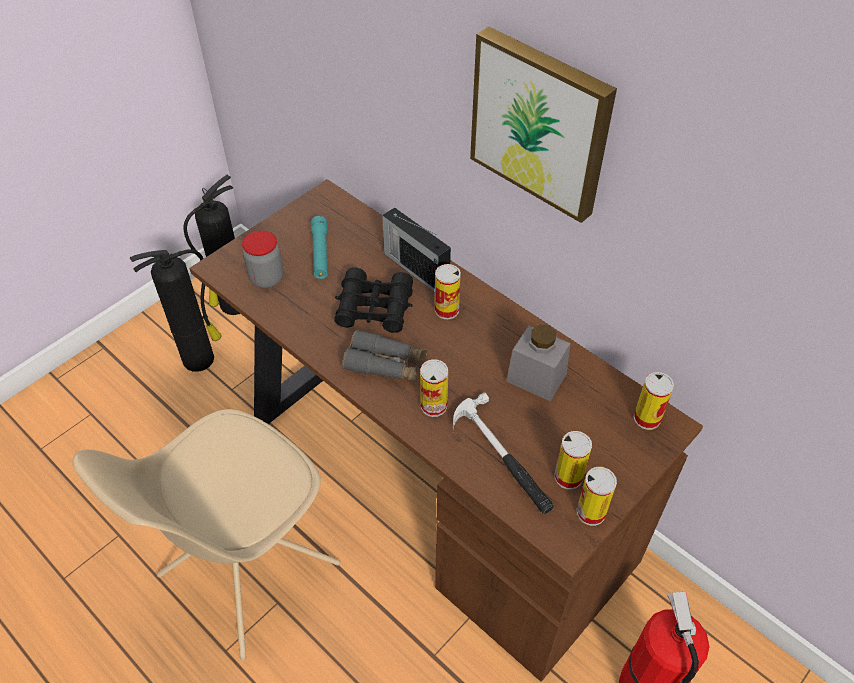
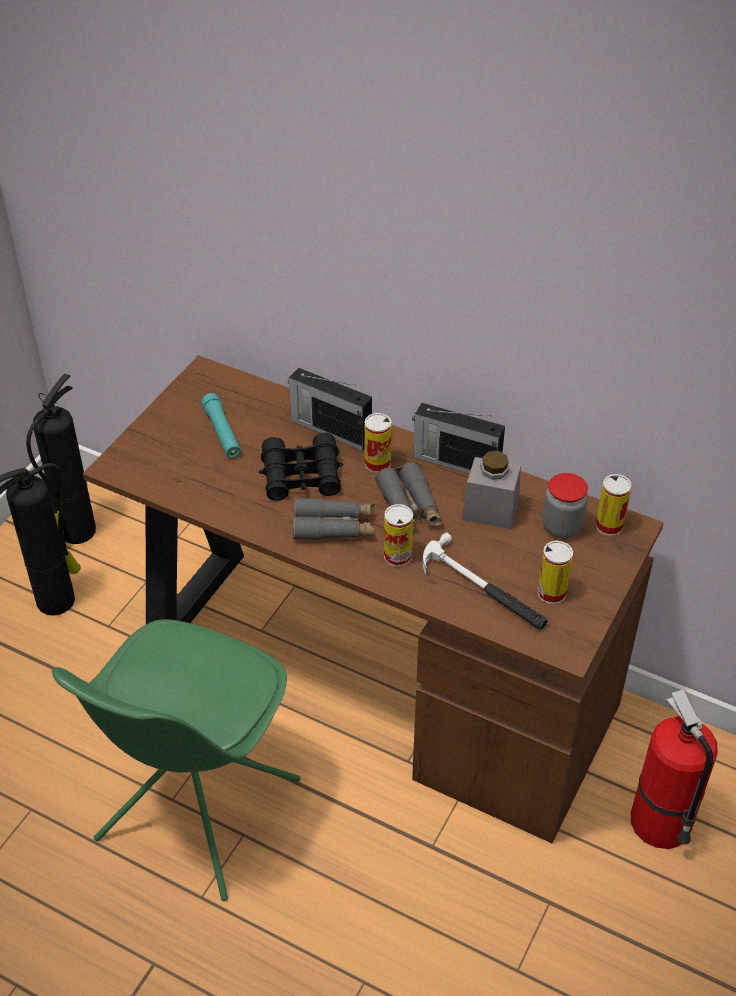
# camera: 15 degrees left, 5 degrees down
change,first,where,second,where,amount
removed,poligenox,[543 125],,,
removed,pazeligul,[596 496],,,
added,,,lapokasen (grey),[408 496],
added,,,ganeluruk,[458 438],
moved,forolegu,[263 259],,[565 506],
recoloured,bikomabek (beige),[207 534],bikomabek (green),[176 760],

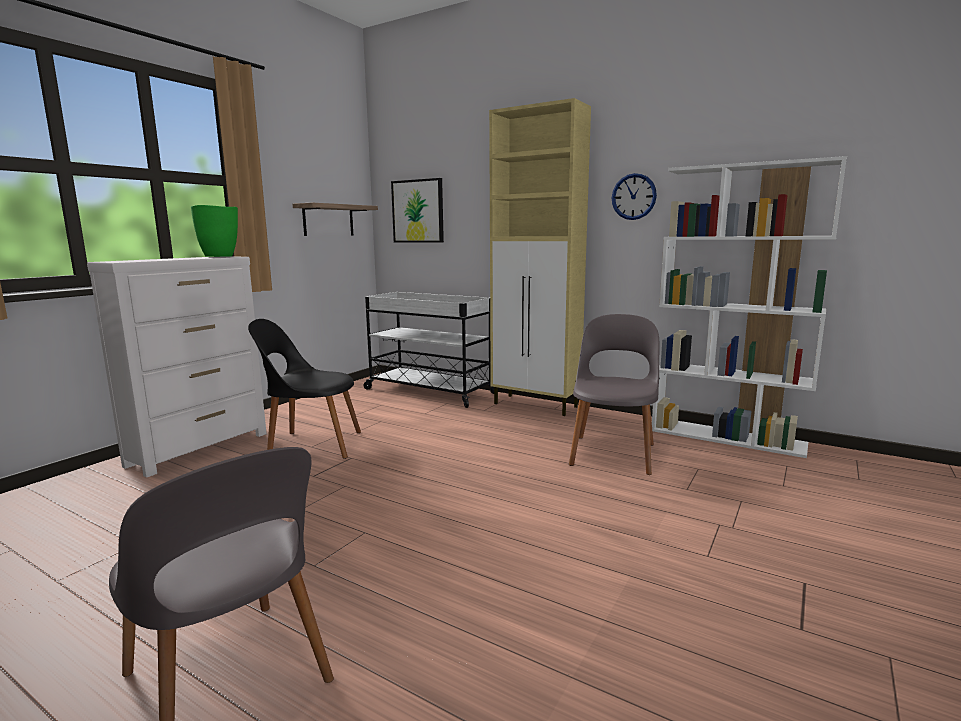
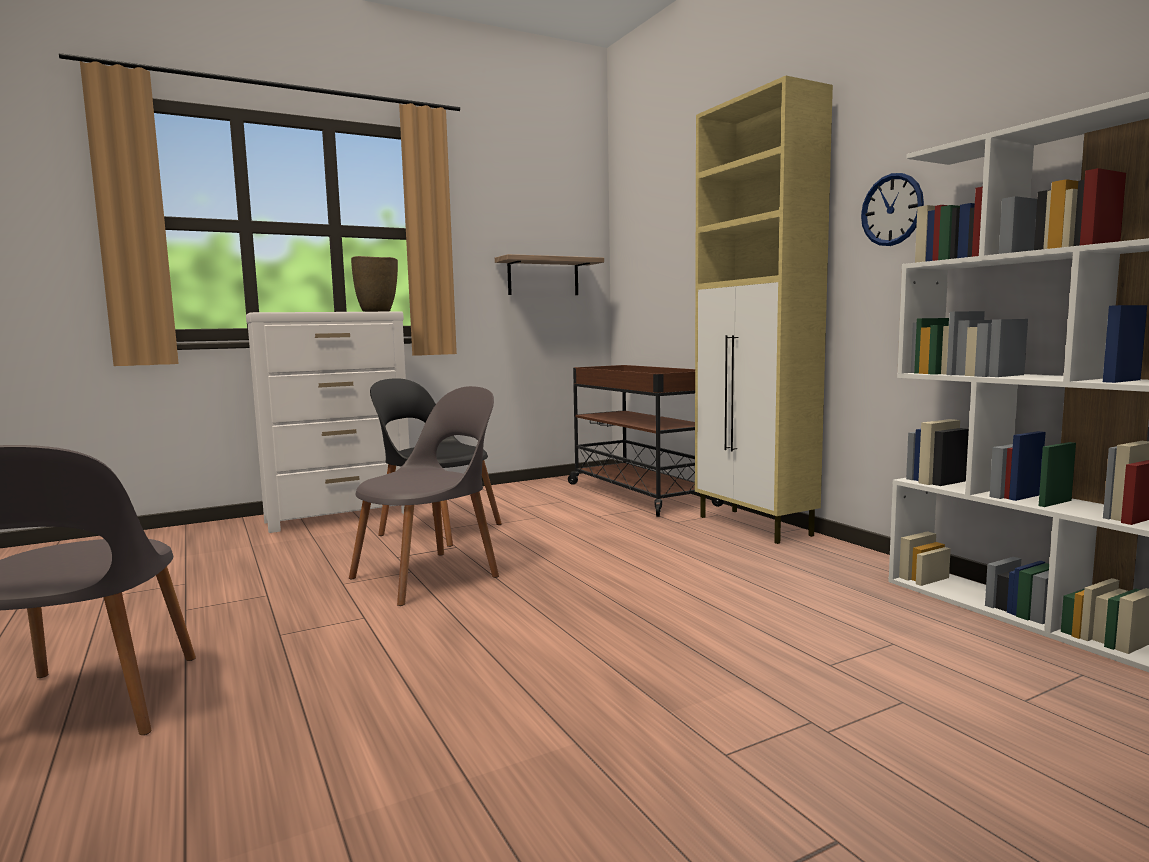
# camera: 30 degrees right, 5 degrees down
change,first,where,second,where,amount
removed,poligenox,[417 210],,,
moved,bikomabek (grey),[614 394],,[424 496],
recoloured,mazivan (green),[214 231],mazivan (brown),[374 284],
recoloured,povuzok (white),[431 350],povuzok (brown),[646 441],

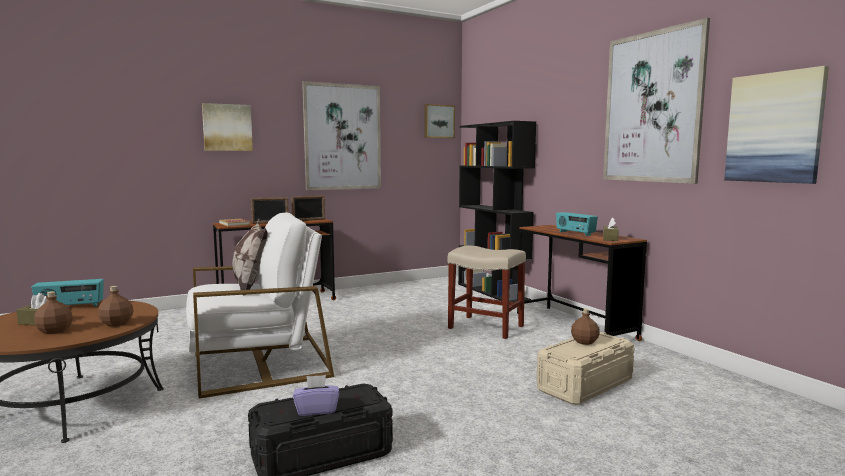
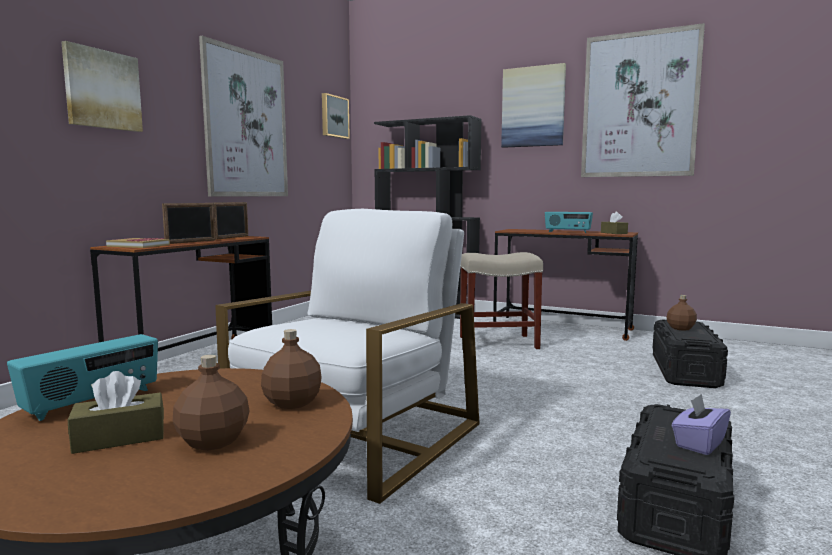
# camera: 35 degrees left, 0 degrees up
change,first,where,second,where,amount
removed,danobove,[250 257],,,
moved,poligenox,[776 125],,[533 105],
recoloured,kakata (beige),[586 368],kakata (black),[690 354],

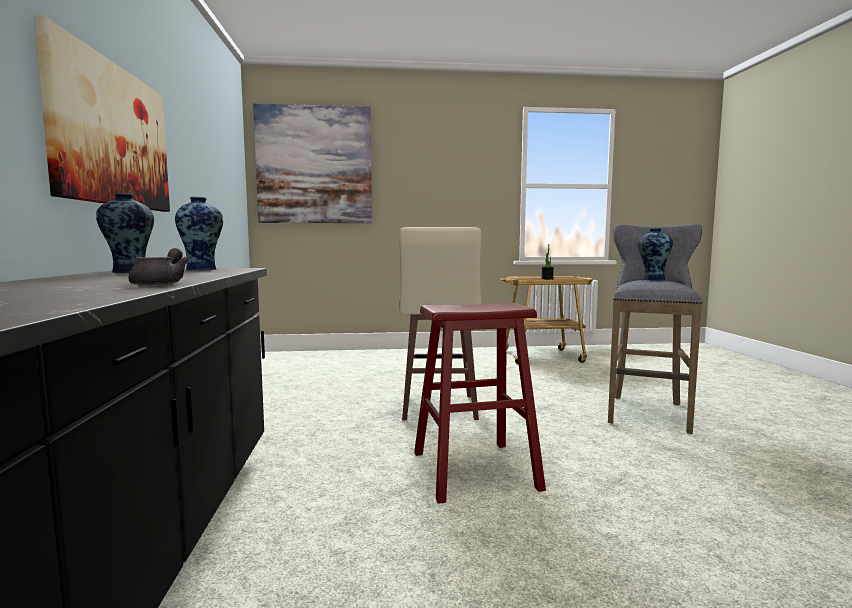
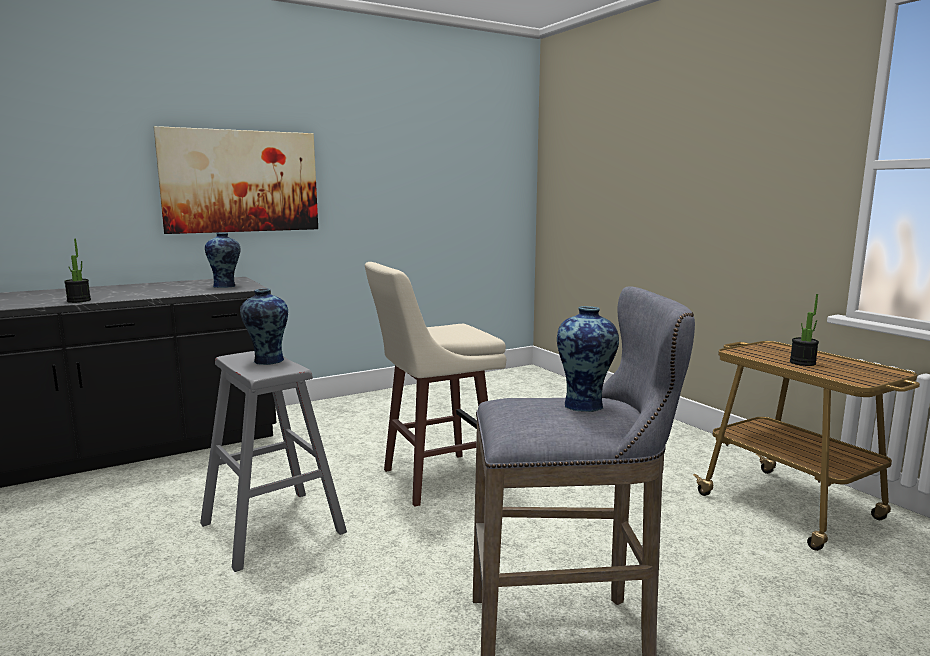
# camera: 65 degrees right, 5 degrees up
change,first,where,second,where,amount
removed,poligenox,[312 163],,,
moved,mazivan,[125 233],,[264 326],
replaced,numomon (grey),[159 267],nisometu,[77 271],
recoloured,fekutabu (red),[480 403],fekutabu (grey),[273 461],

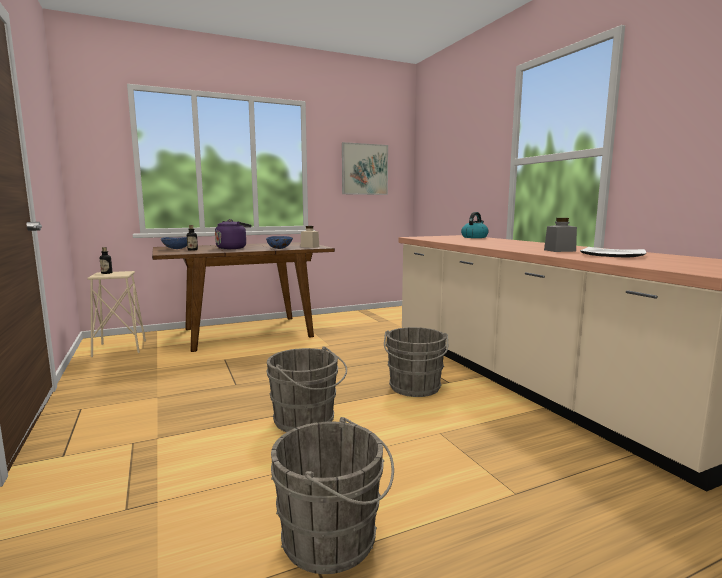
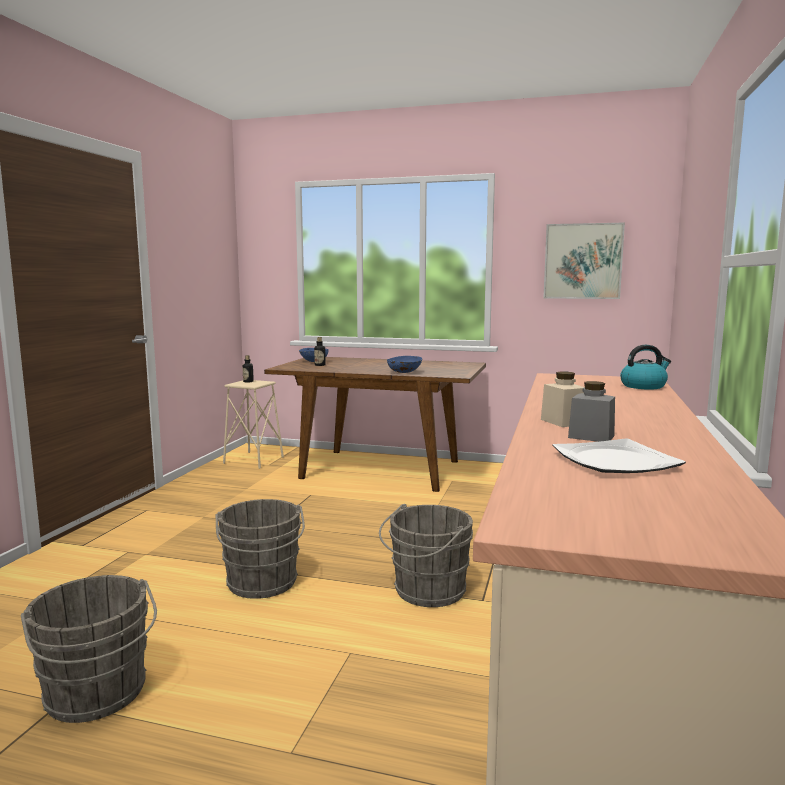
# camera: 40 degrees right, 0 degrees up
change,first,where,second,where,amount
removed,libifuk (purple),[233 234],,,
moved,forolegu (beige),[310 237],,[563 399],

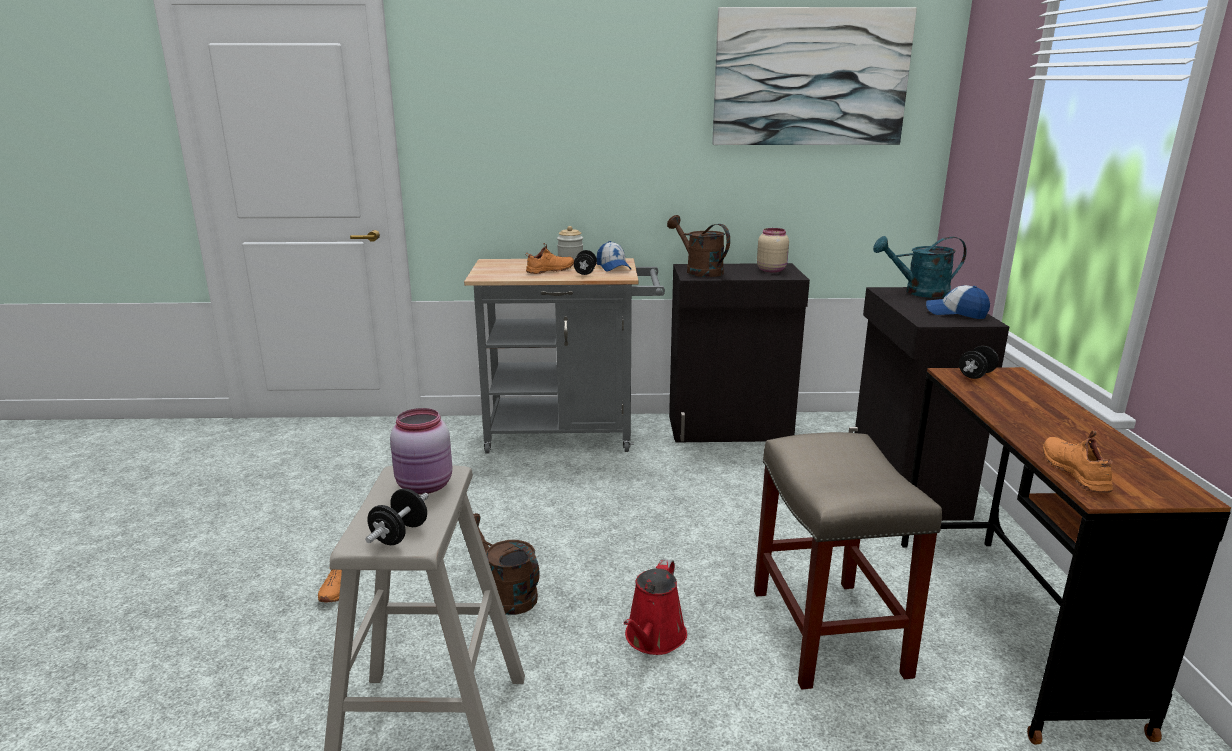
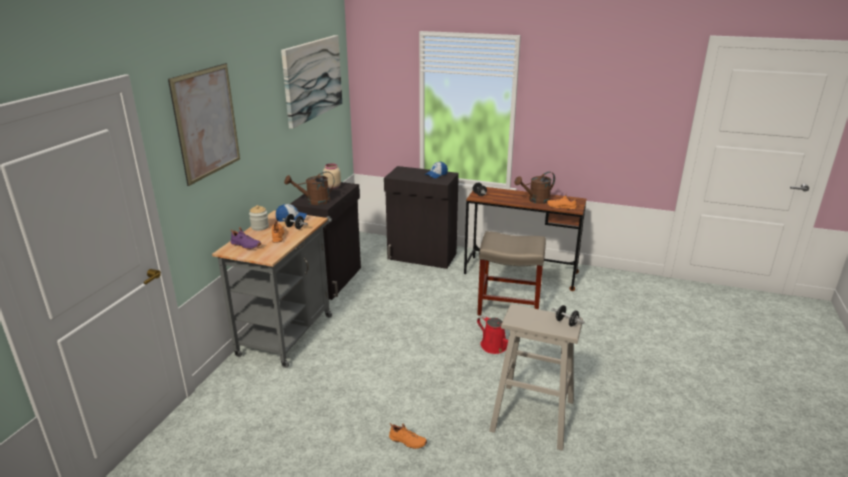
# camera: 70 degrees left, 5 degrees up
change,first,where,second,where,amount
removed,forolegu (pink),[421 451],,,
removed,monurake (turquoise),[920 267],,,
added,,,poligenox,[204 124],
added,,,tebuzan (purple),[246 238],
moved,monurake (brown),[506 564],,[534 188],

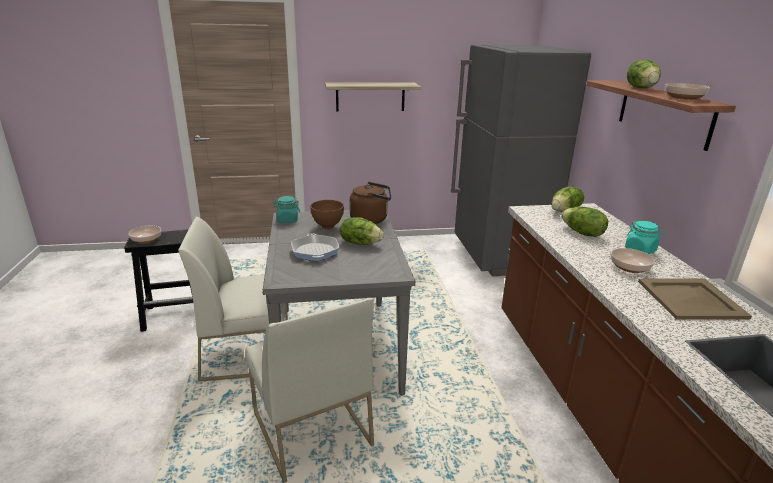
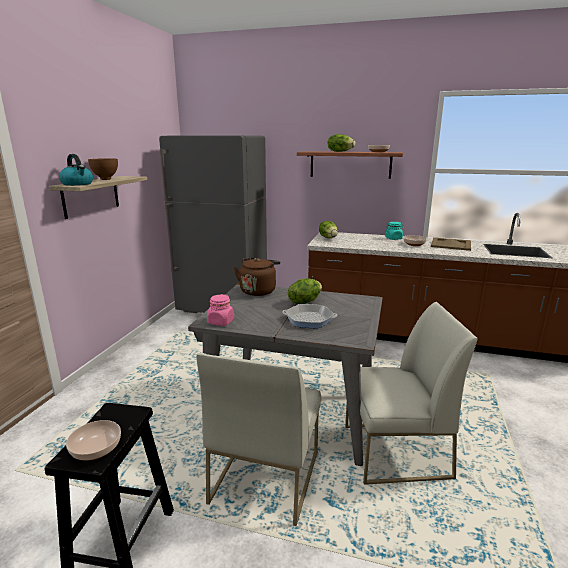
# camera: 65 degrees left, 5 degrees down
change,first,where,second,where,amount
removed,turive,[584 221],,,
added,,,libifuk,[76 170],
moved,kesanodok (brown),[327 215],,[103 169],
recoloured,forolegu (turquoise),[286 209],forolegu (pink),[220 310],

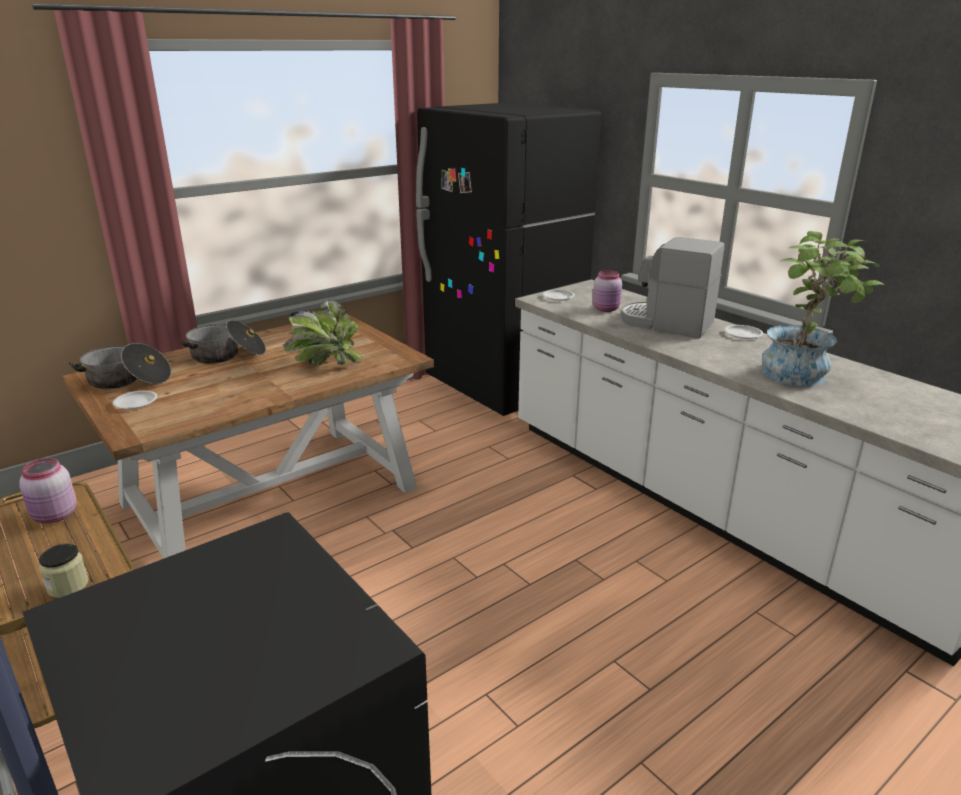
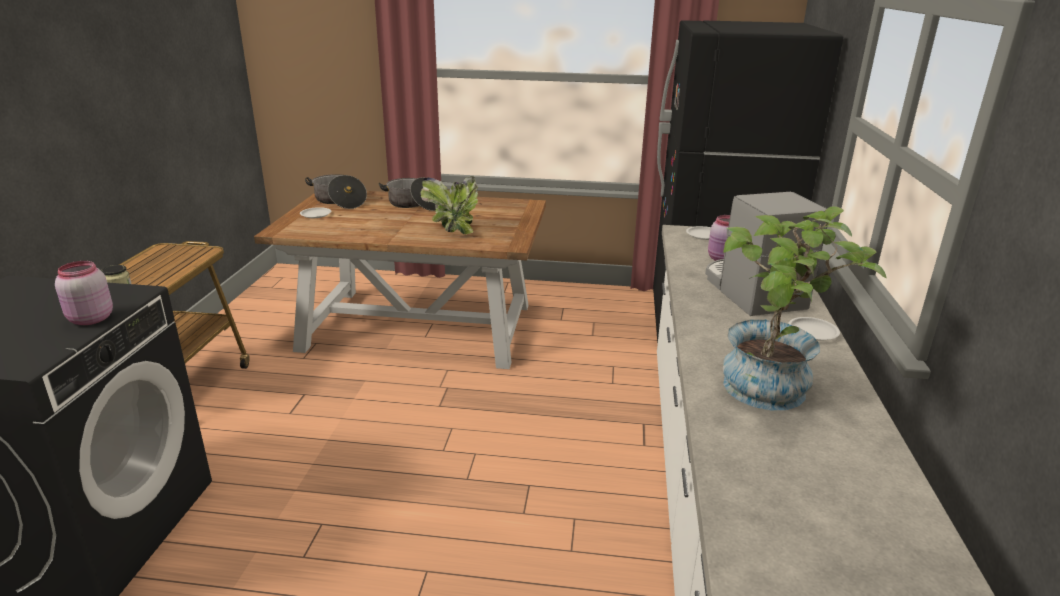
# camera: 45 degrees right, 0 degrees up
change,first,where,second,where,amount
moved,forolegu (pink),[48 491],,[84 293],

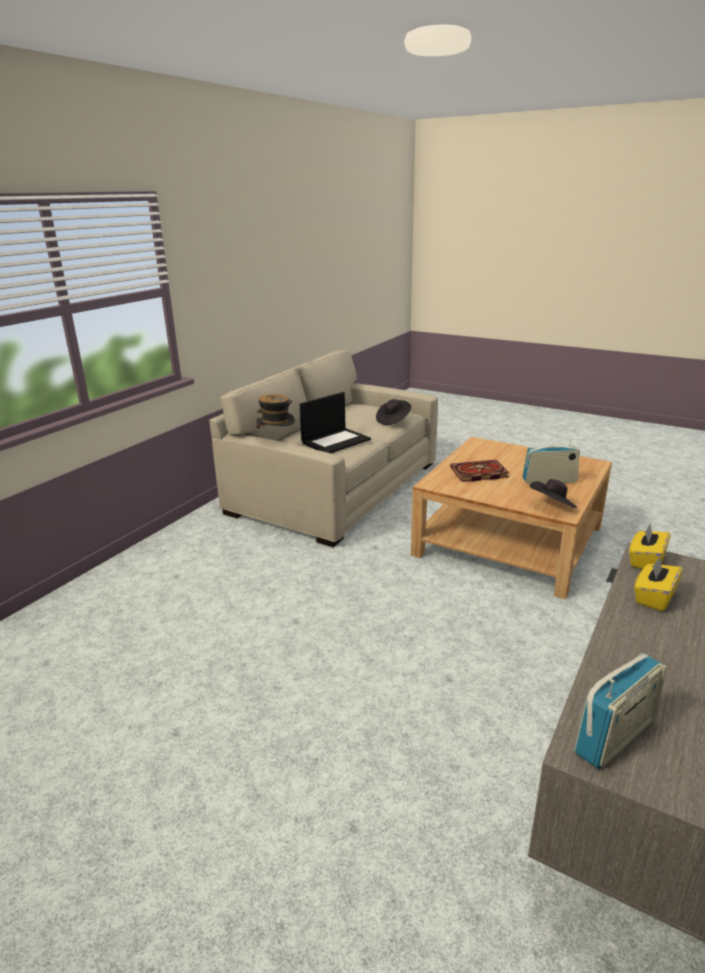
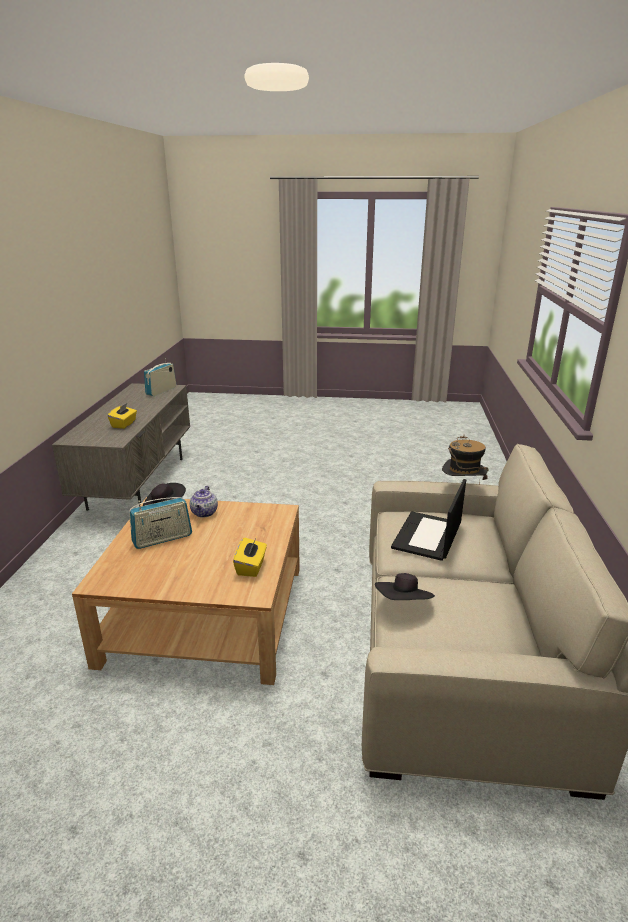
# camera: 155 degrees right, 0 degrees up
change,first,where,second,where,amount
removed,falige,[479 471],,,
added,,,numomon,[204 502],
moved,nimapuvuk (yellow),[649 546],,[250 557],

